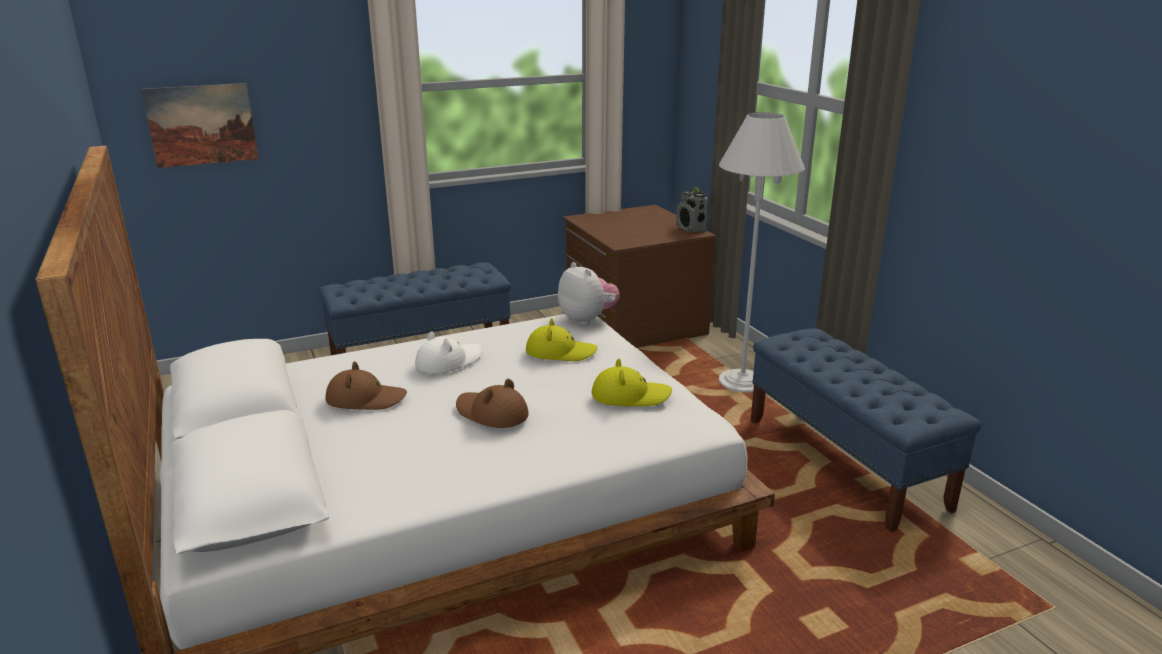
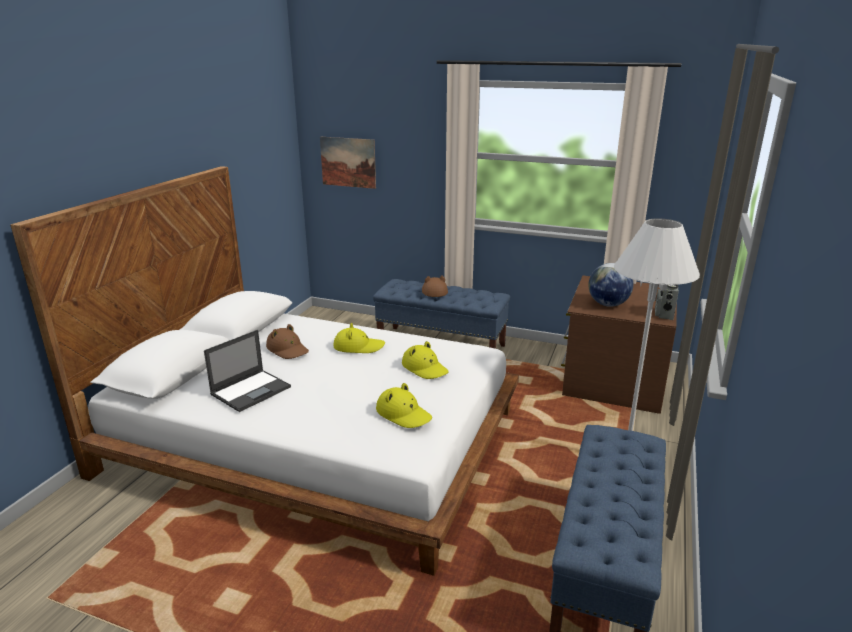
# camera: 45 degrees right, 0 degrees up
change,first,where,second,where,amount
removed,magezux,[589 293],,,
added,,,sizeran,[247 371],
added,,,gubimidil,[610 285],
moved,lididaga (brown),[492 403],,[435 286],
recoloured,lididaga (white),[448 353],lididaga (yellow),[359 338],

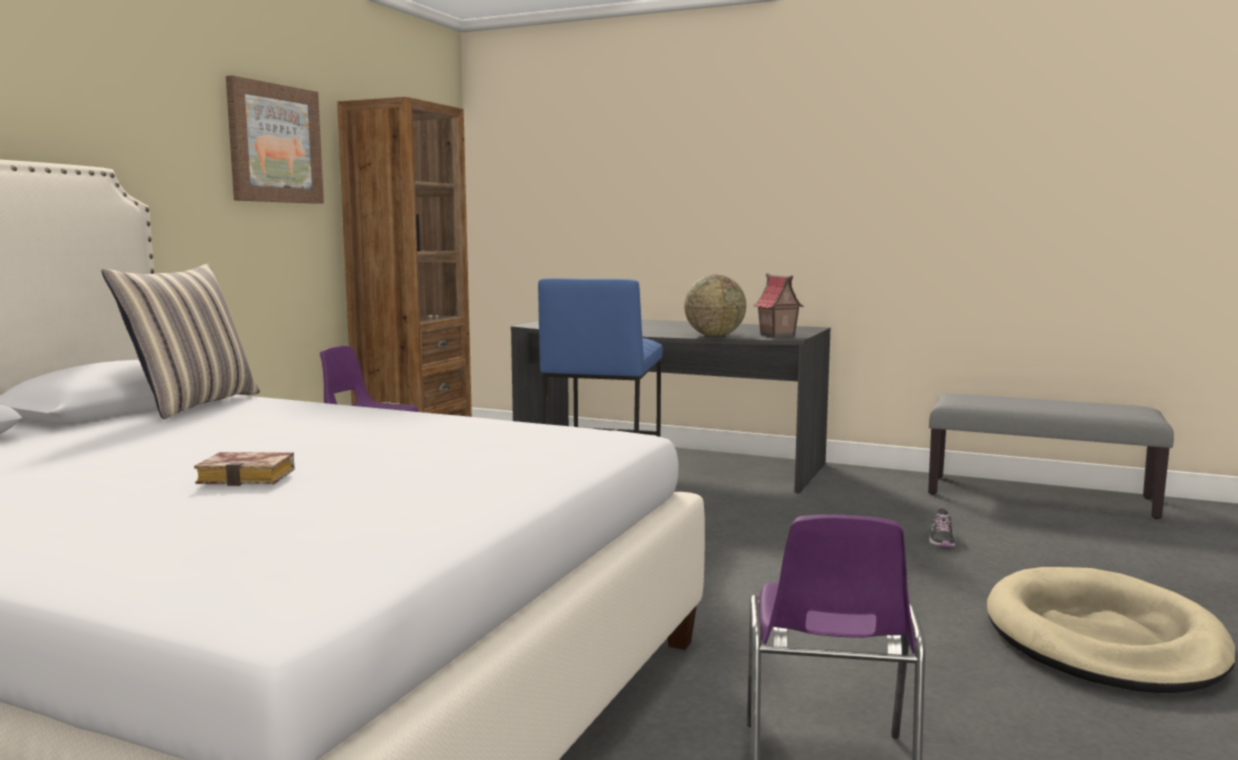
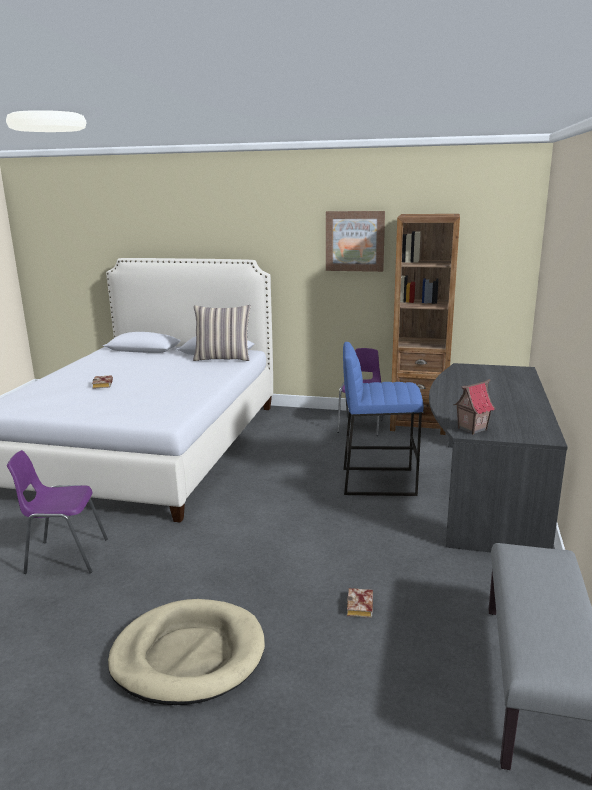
# camera: 80 degrees right, 10 degrees up
change,first,where,second,where,amount
removed,gubimidil,[715 306],,,
replaced,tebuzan,[942 526],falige,[360 603],

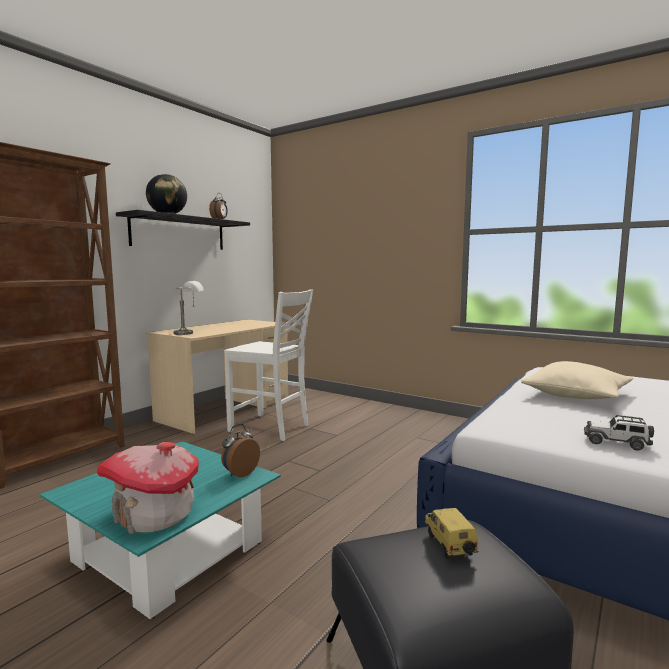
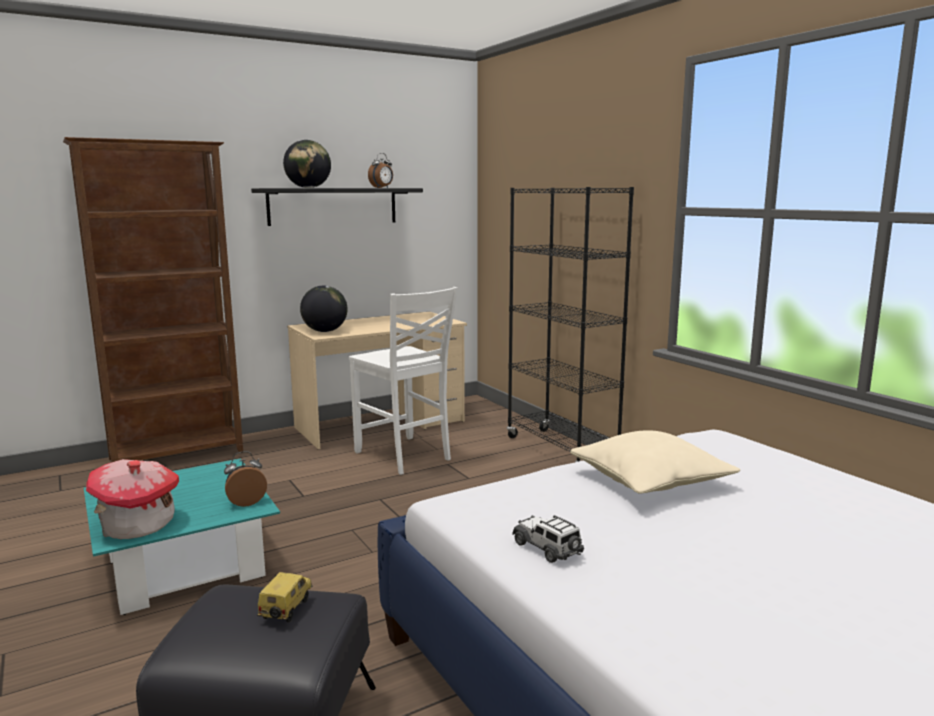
# camera: 25 degrees right, 5 degrees up
change,first,where,second,where,amount
added,,,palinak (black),[570 324],
replaced,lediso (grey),[189 308],gubimidil,[324 309],

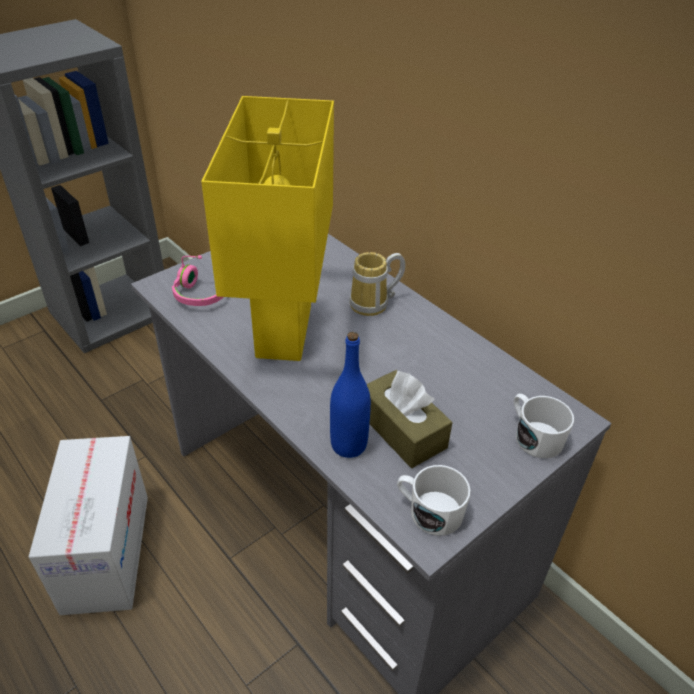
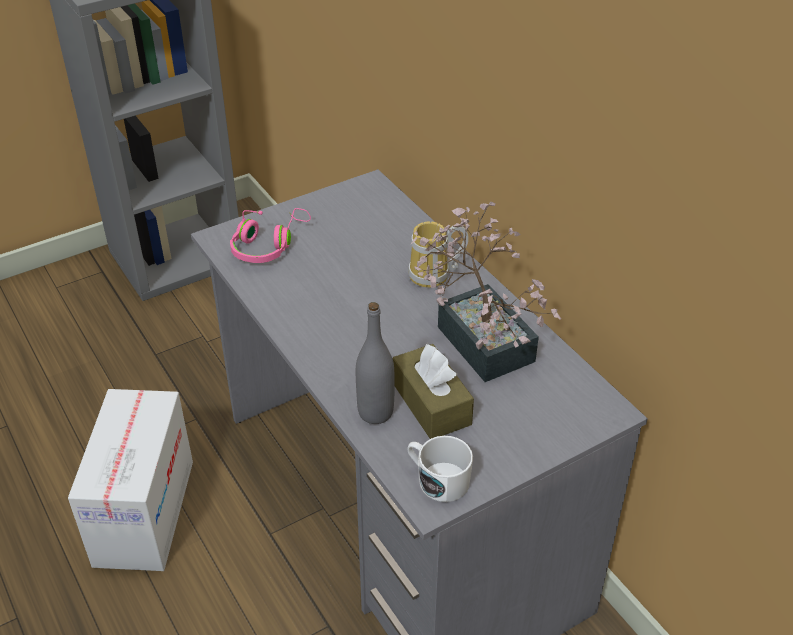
# camera: 10 degrees right, 0 degrees up
change,first,where,second,where,amount
removed,lediso (yellow),[267 228],,,
removed,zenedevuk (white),[544 426],,,
added,,,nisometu,[485 292],
recoloured,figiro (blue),[350 395],figiro (grey),[375 363],

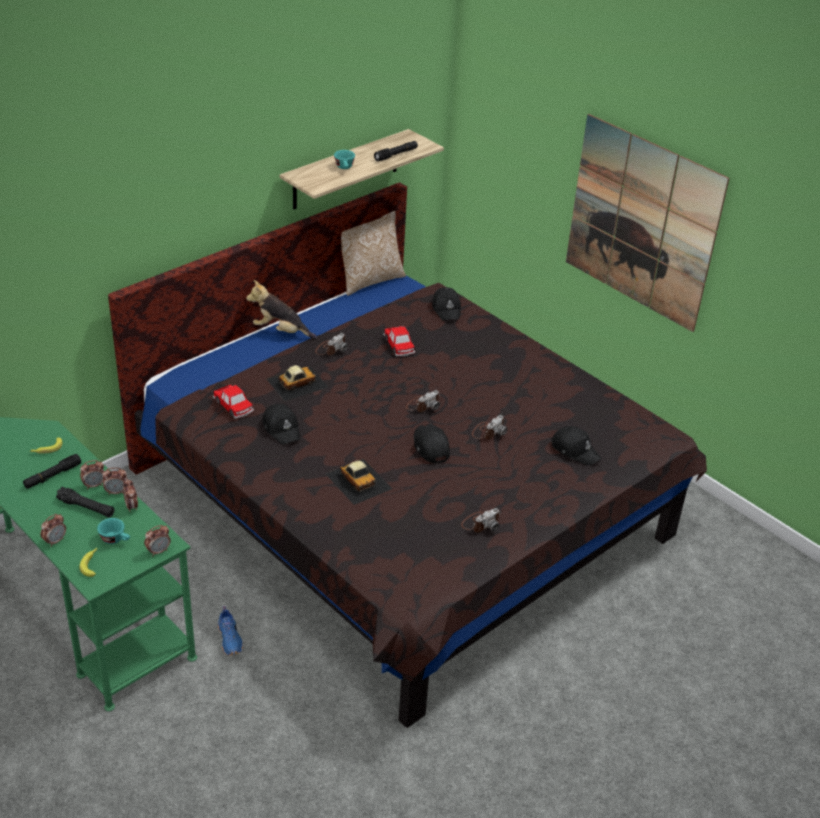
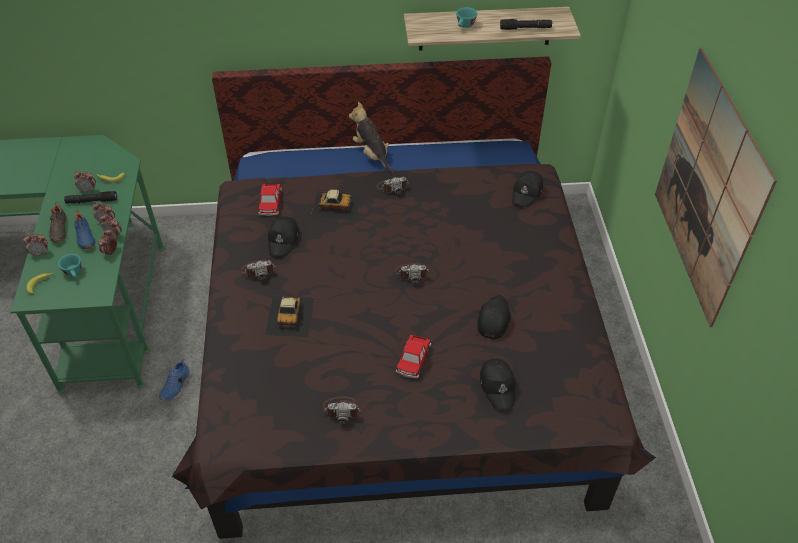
# camera: 40 degrees right, 10 degrees up
change,first,where,second,where,amount
removed,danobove,[373 253],,,
added,,,tebuzan (black),[58 222],
moved,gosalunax,[157 540],,[85 181],
moved,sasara,[399 341],,[413 357],
moved,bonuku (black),[432 444],,[494 317],
moved,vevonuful,[489 427],,[258 270],
replaced,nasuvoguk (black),[85 502],tebuzan (blue),[84 229],

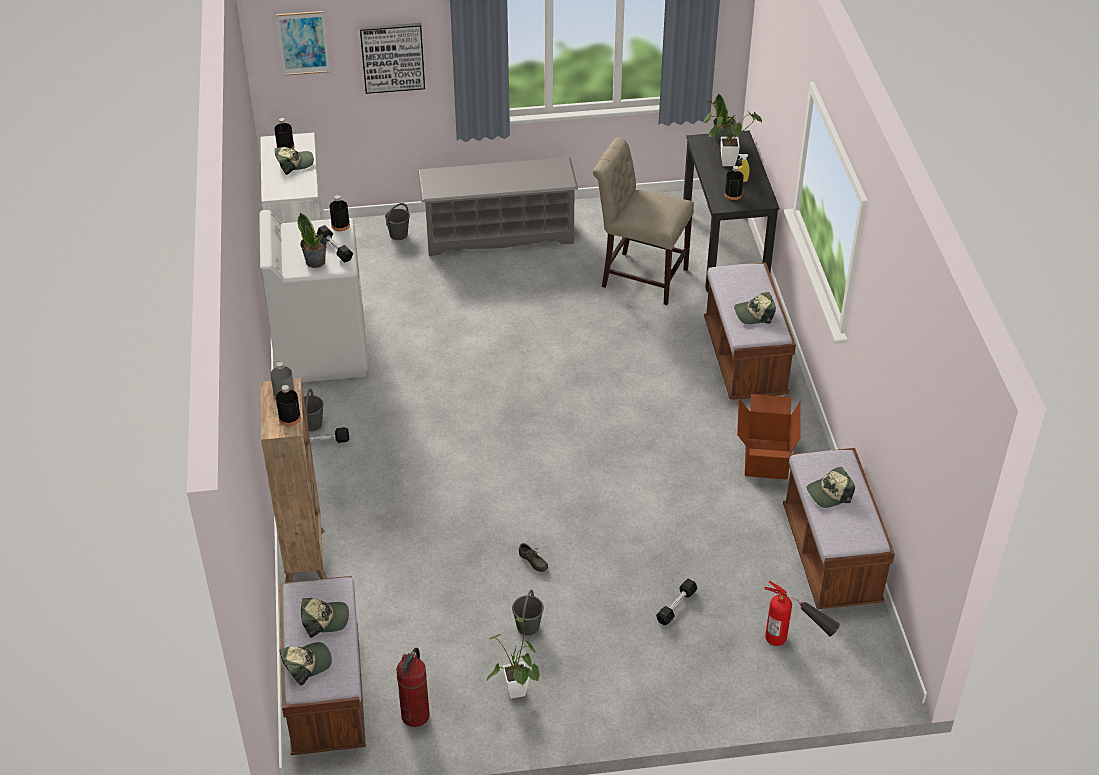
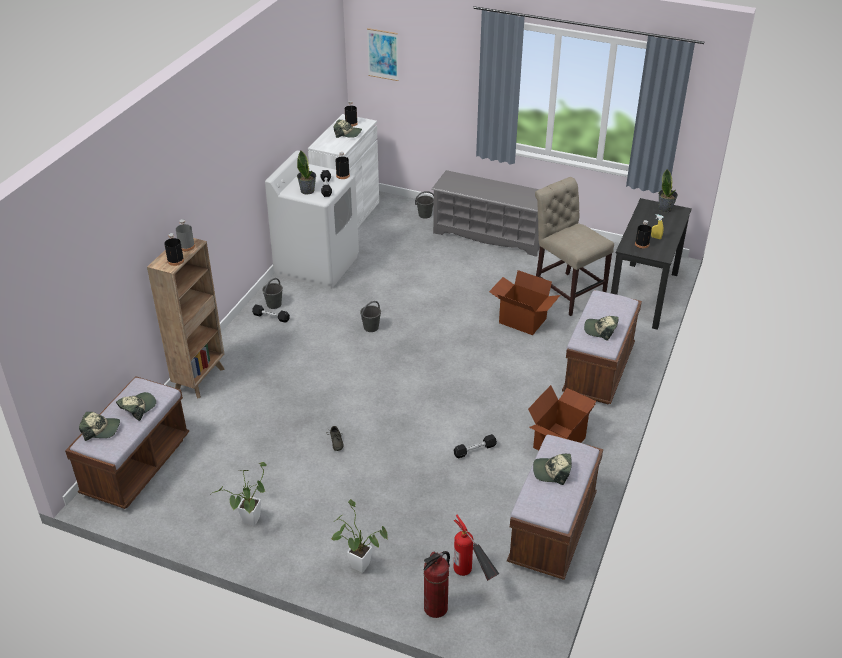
# camera: 30 degrees right, 5 degrees down
change,first,where,second,where,amount
removed,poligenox,[392 58],,,
added,,,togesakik,[524 302],
moved,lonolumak,[413 687],,[437 584],
moved,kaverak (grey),[528 612],,[370 316],
moved,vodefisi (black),[677 601],,[475 446],
moved,nisometu,[732 133],,[359 536],
turned,bonuku,[325 618],,[136 406],75 degrees counterclockwise

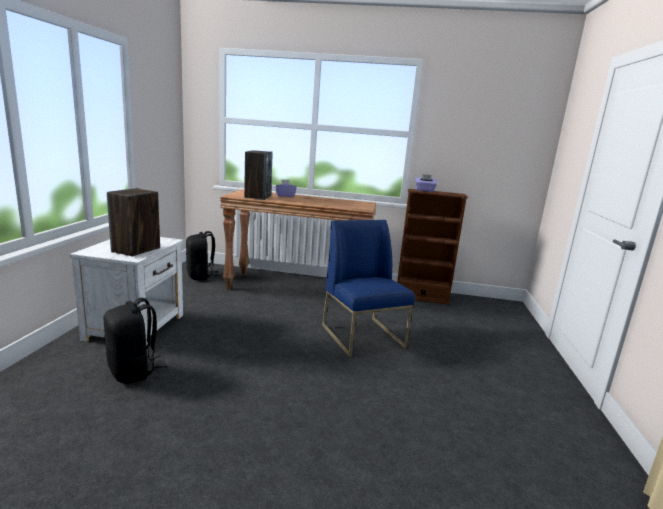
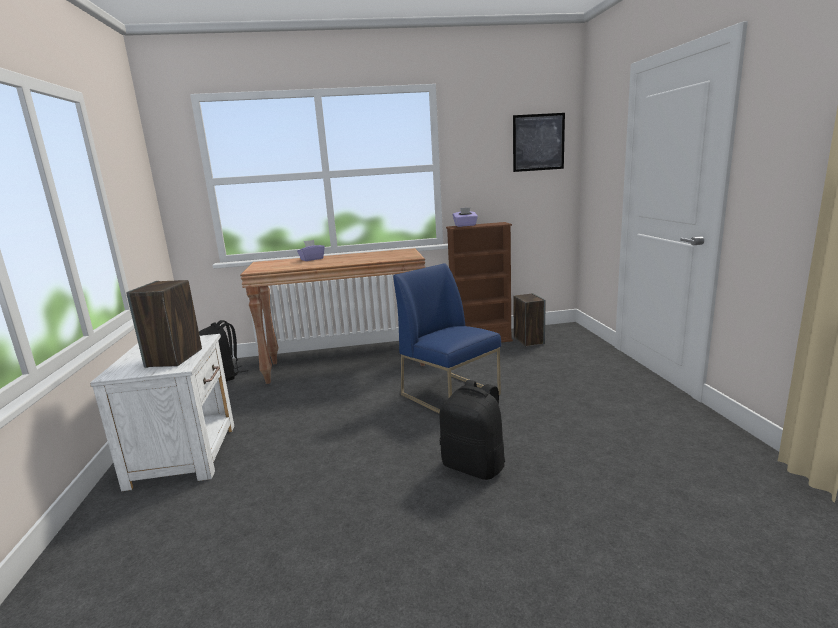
# camera: 15 degrees left, 0 degrees up
change,first,where,second,where,amount
added,,,poligenox,[539 142],
moved,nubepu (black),[135 340],,[472 430],
moved,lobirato,[258 175],,[530 320],

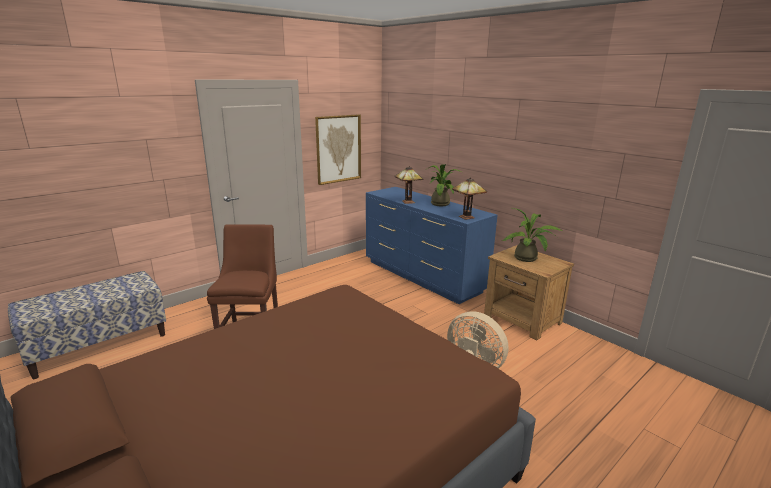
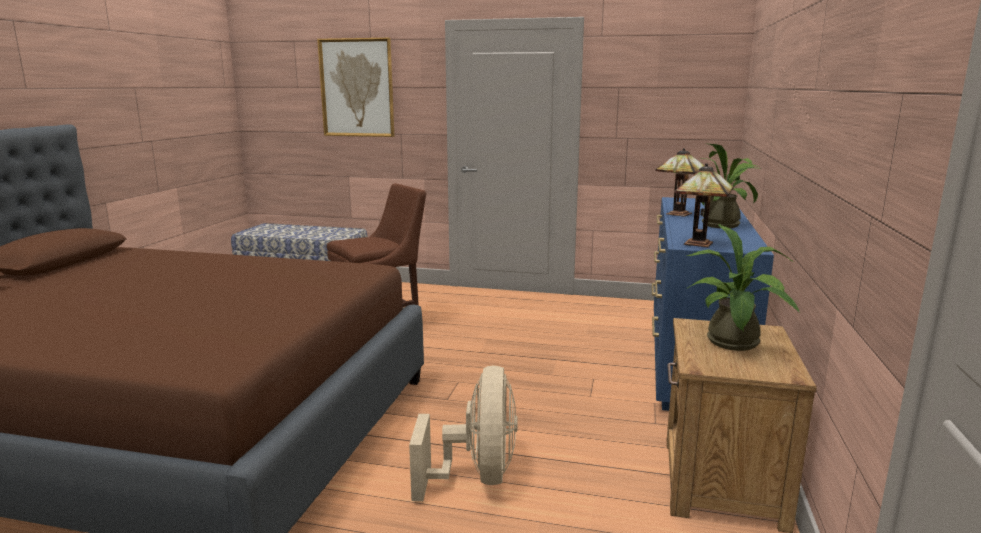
# camera: 55 degrees right, 5 degrees down
change,first,where,second,where,amount
moved,poligenox,[338 149],,[355 87],

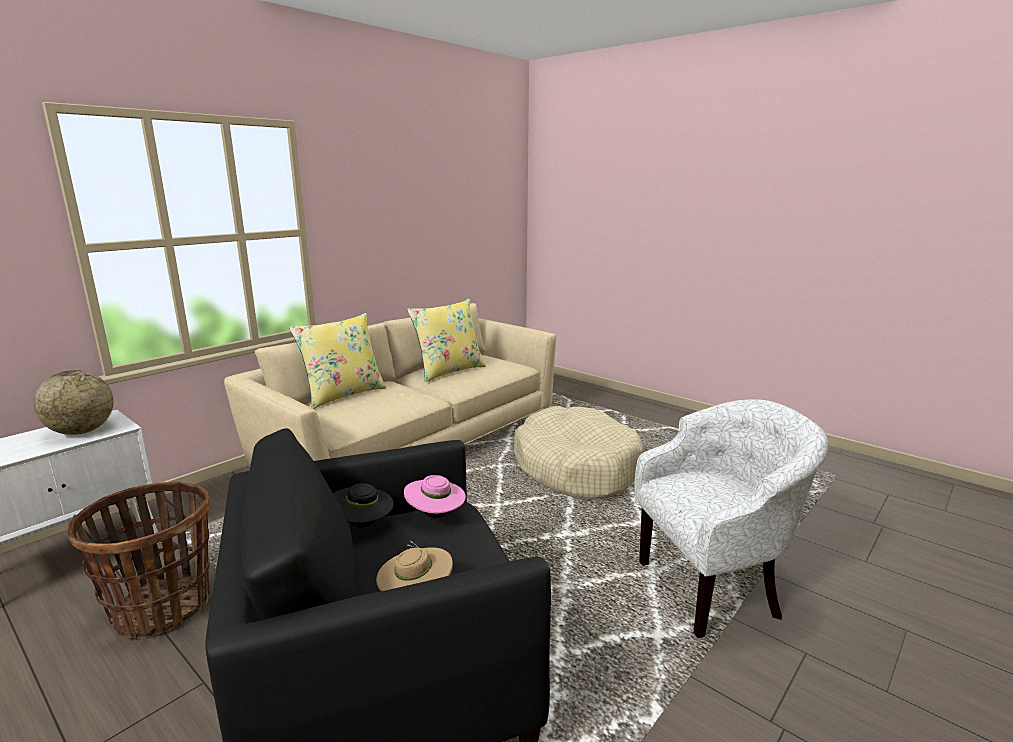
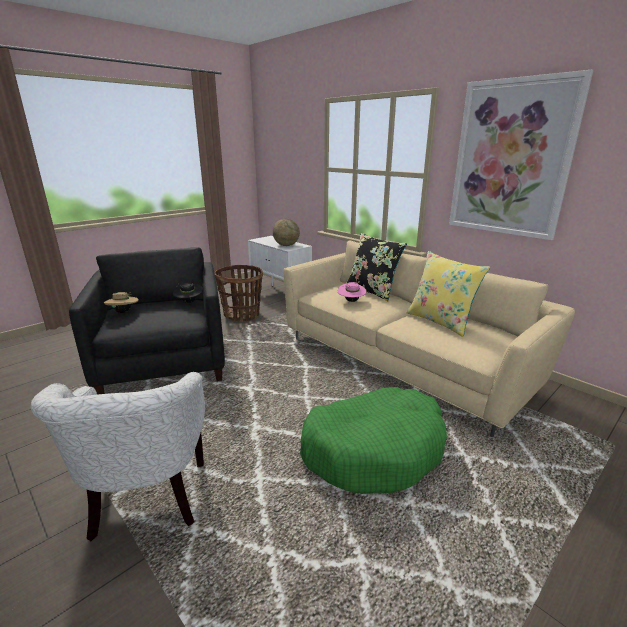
# camera: 95 degrees right, 5 degrees up
change,first,where,second,where,amount
added,,,poligenox,[521 155],
moved,lididaga (pink),[435 496],,[352 292],
recoloured,danobove (yellow),[338 361],danobove (black),[377 267],
recoloured,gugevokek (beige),[578 452],gugevokek (green),[373 440],

